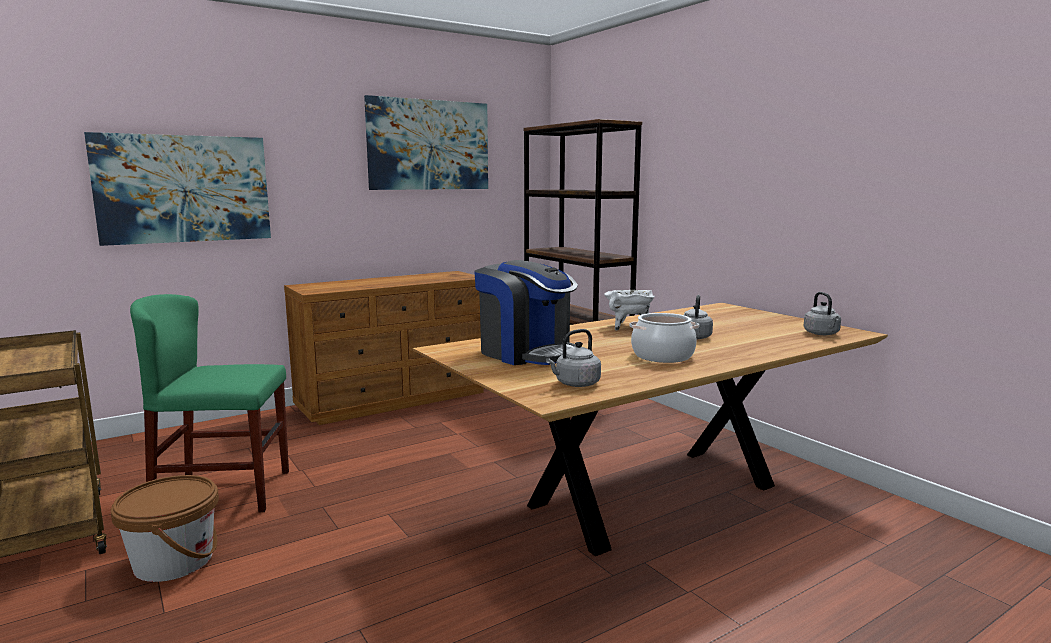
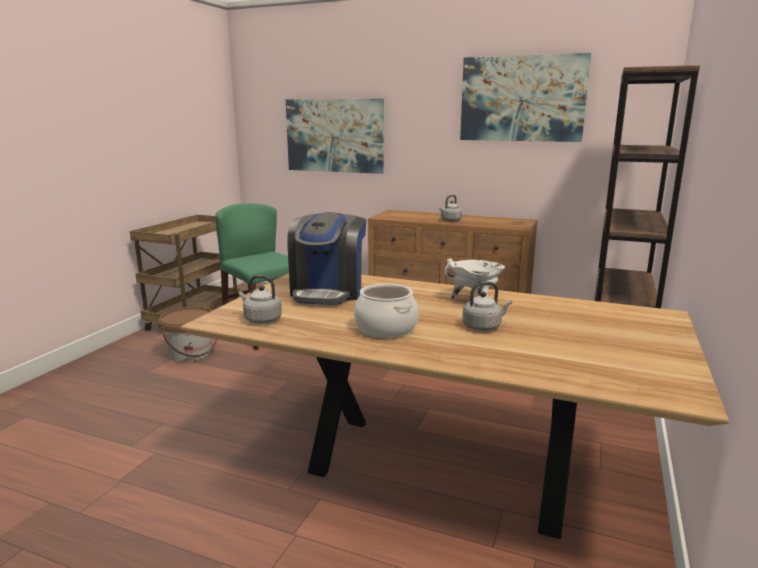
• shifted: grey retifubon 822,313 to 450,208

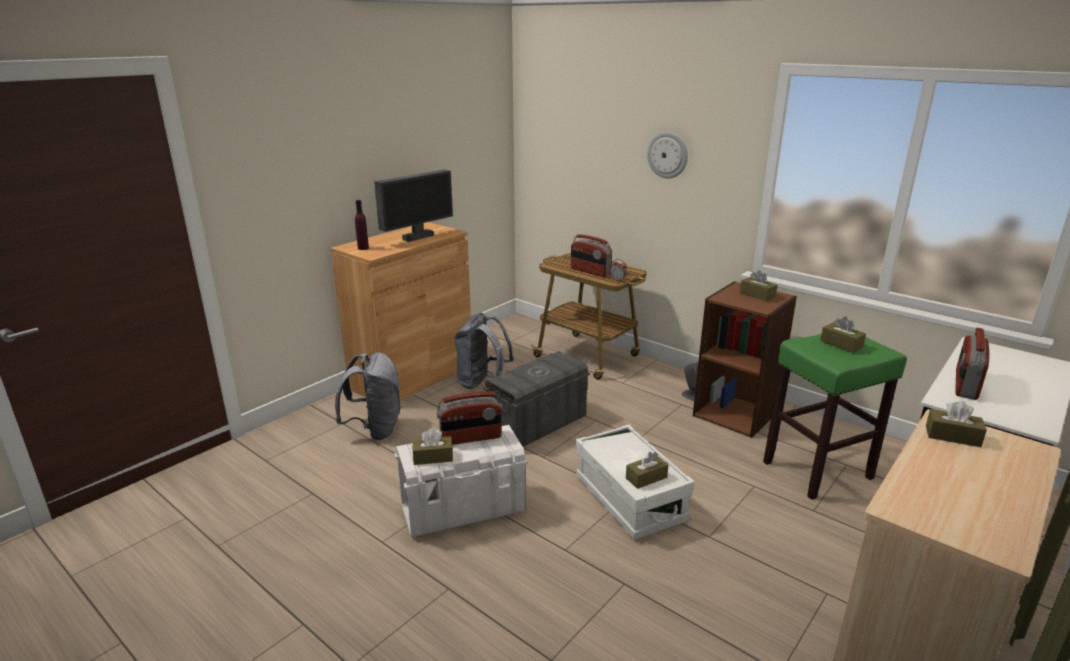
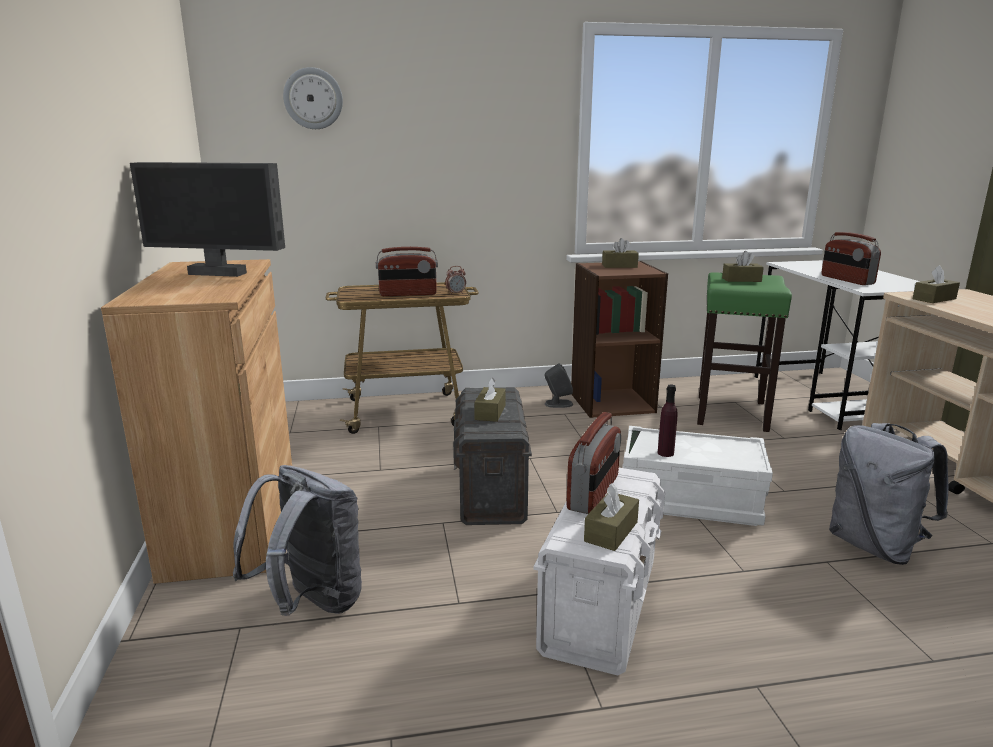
• shifted: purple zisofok 362,225 to 668,421
• rotated: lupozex 413,205 = 207,219 105 degrees clockwise
• shifted: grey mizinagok 484,351 to 888,494
• shifted: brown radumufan 647,470 to 490,400
• shifted: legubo 667,155 to 313,98

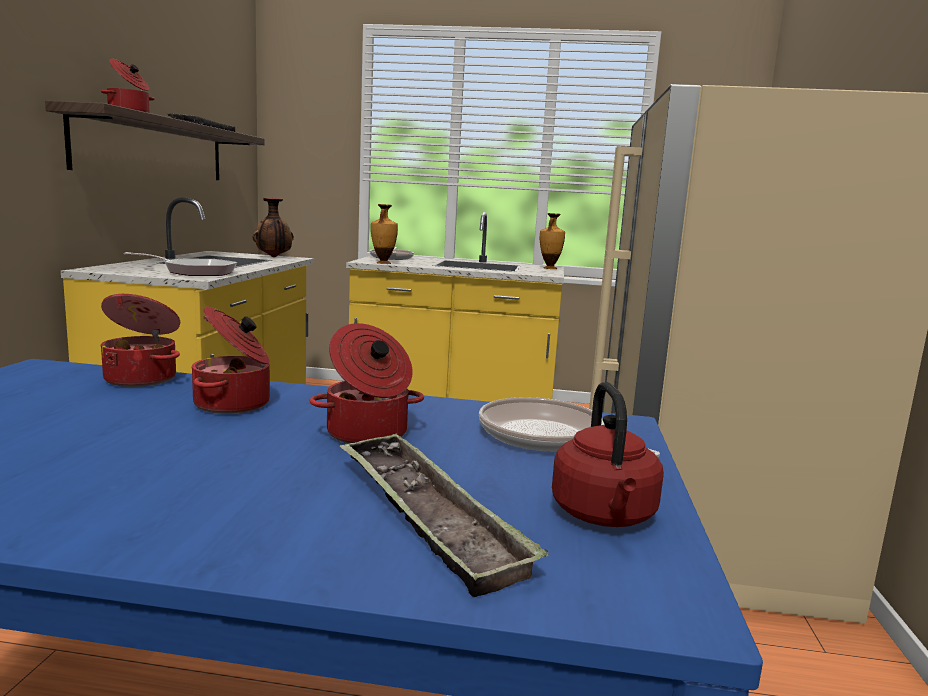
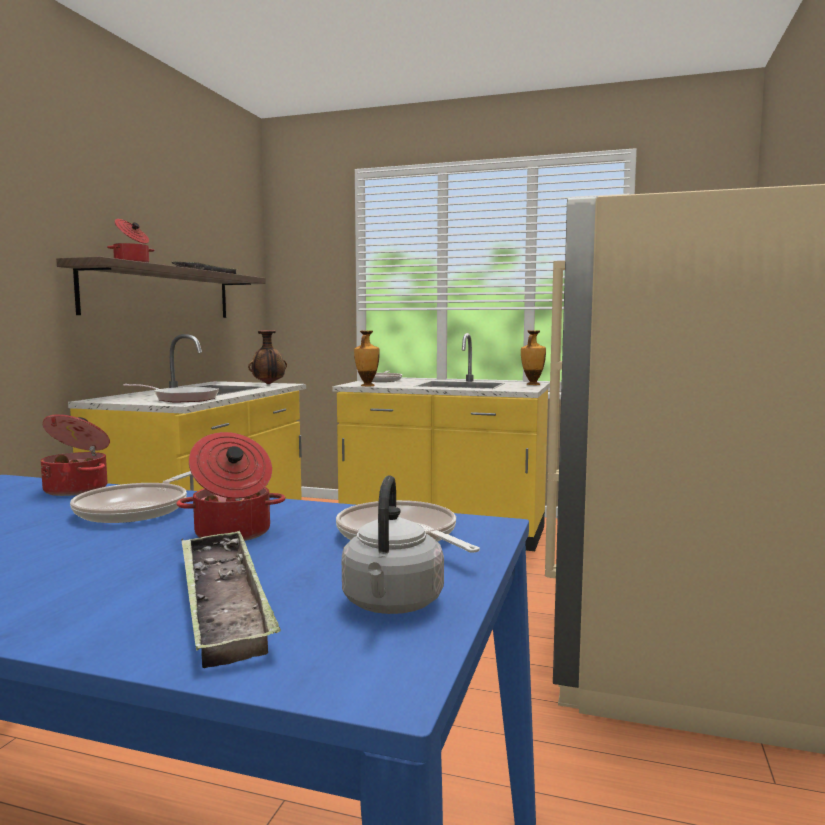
• swapped: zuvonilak 230,360 to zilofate 131,497
• repainted: red retifubon 608,454 to grey retifubon 393,544

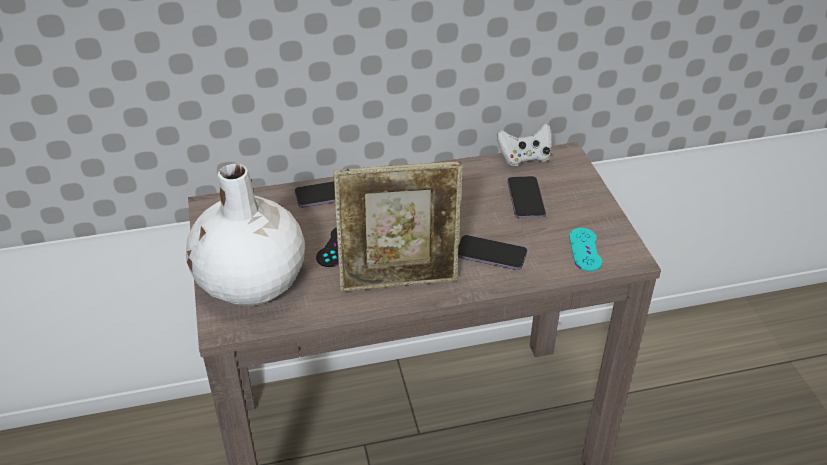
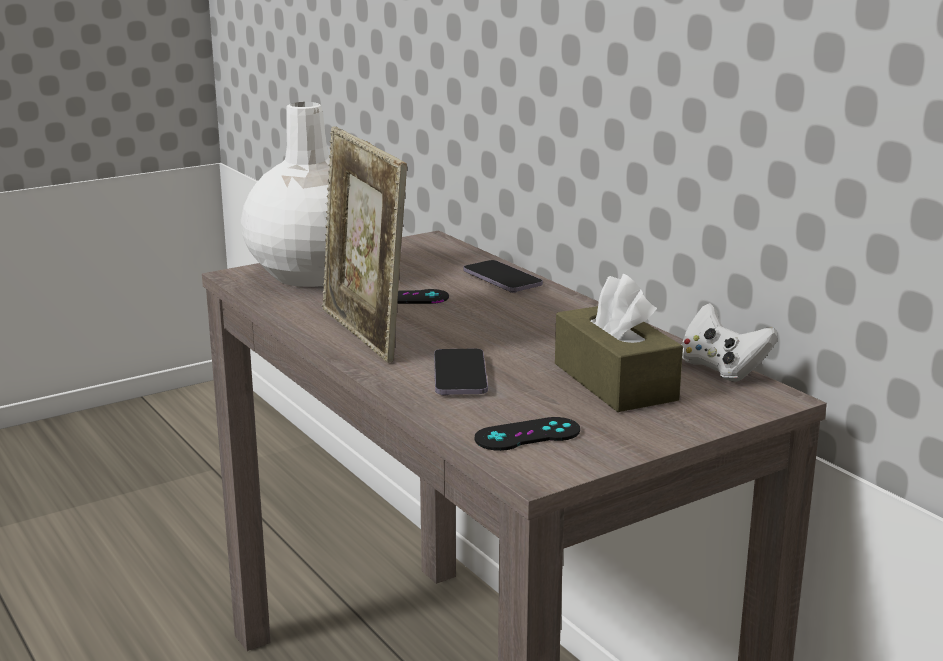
• swapped: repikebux 526,197 to brown radumufan 619,343
• repainted: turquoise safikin 585,249 to black safikin 527,434

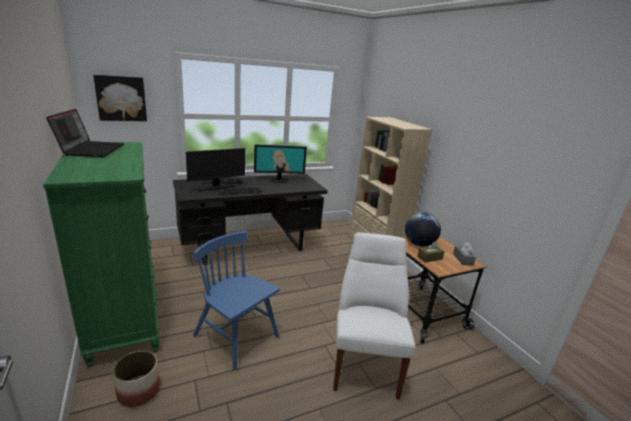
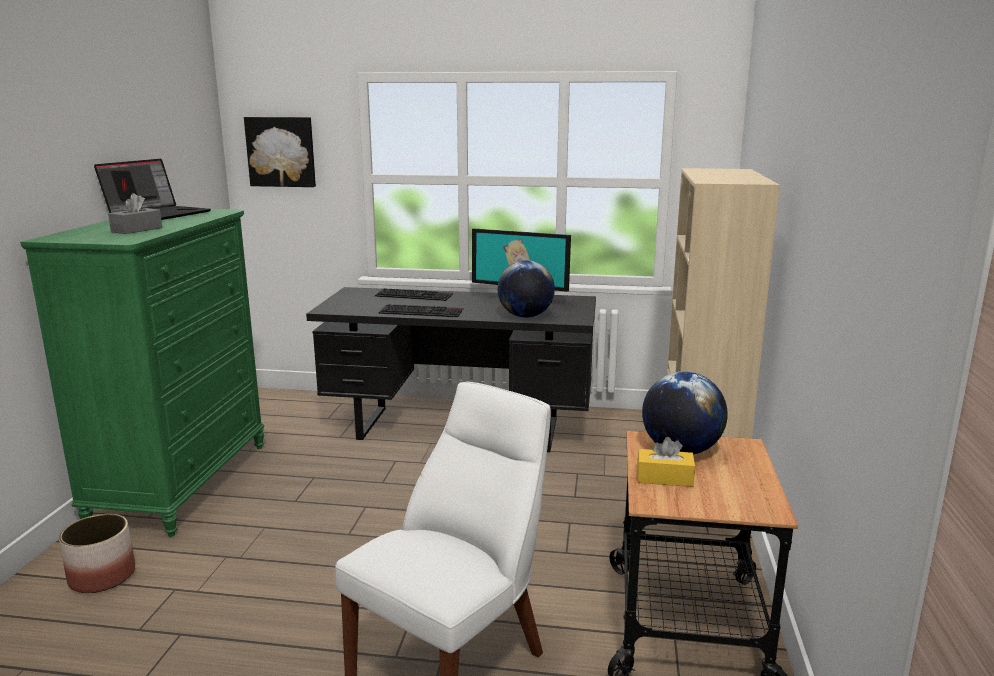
• gone: lupozex 215,169
• gone: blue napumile 236,300
• repainted: brown radumufan 431,252 to yellow radumufan 666,462
• shifted: grey radumufan 464,254 to 135,213
• new: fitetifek 526,289

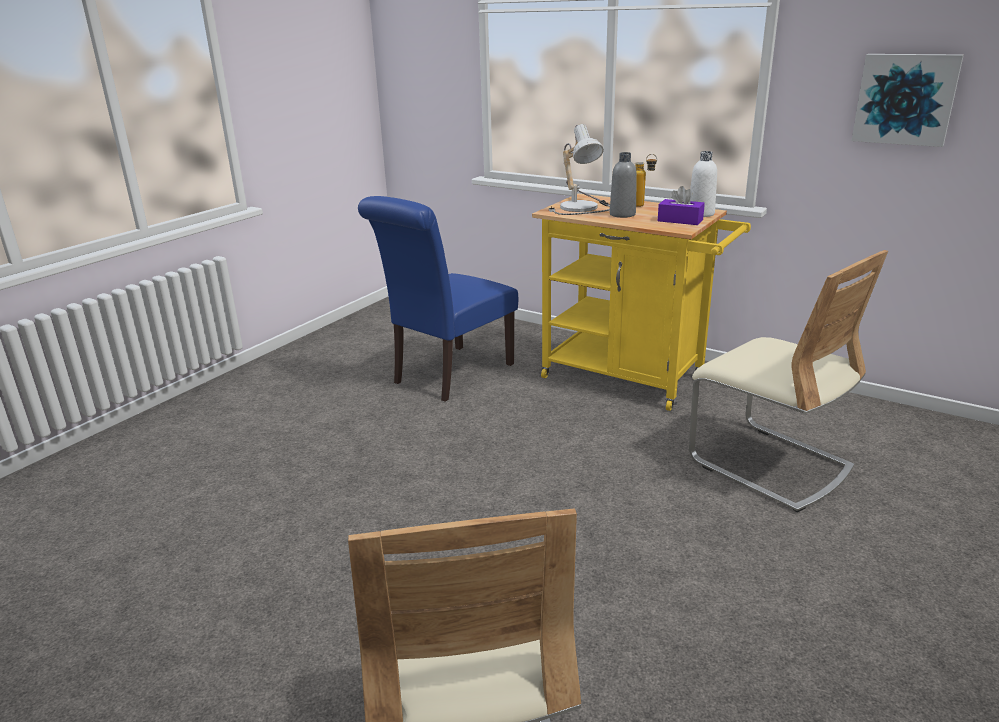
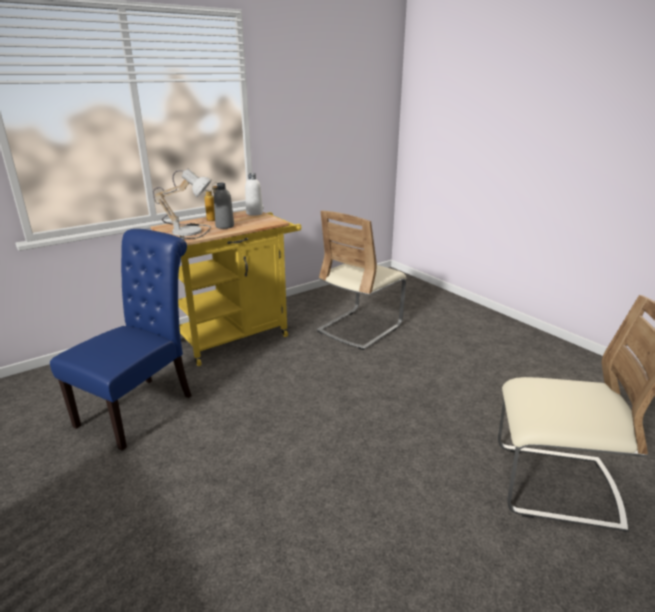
• rotated: blue napumile 438,299 = 121,340 120 degrees counterclockwise
• gone: purple radumufan 681,205
• rotated: beige napumile 788,381 = 362,280 150 degrees clockwise
• gone: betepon 907,100

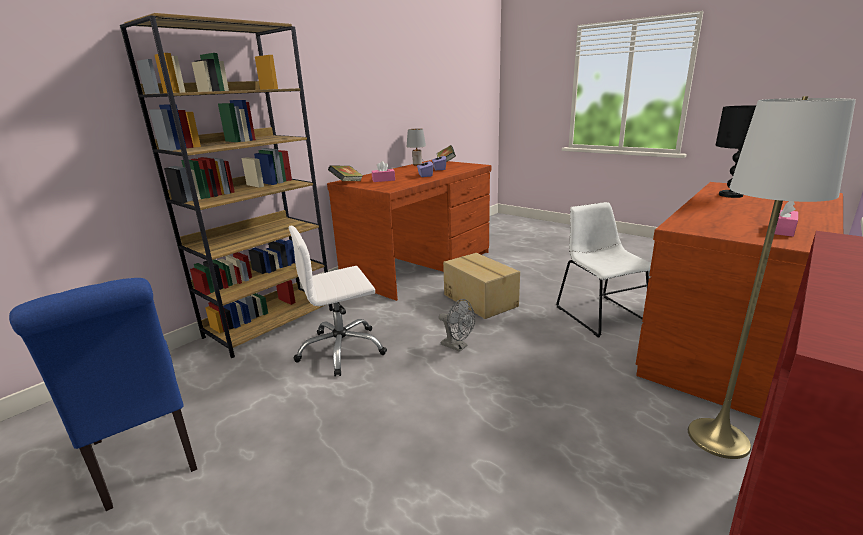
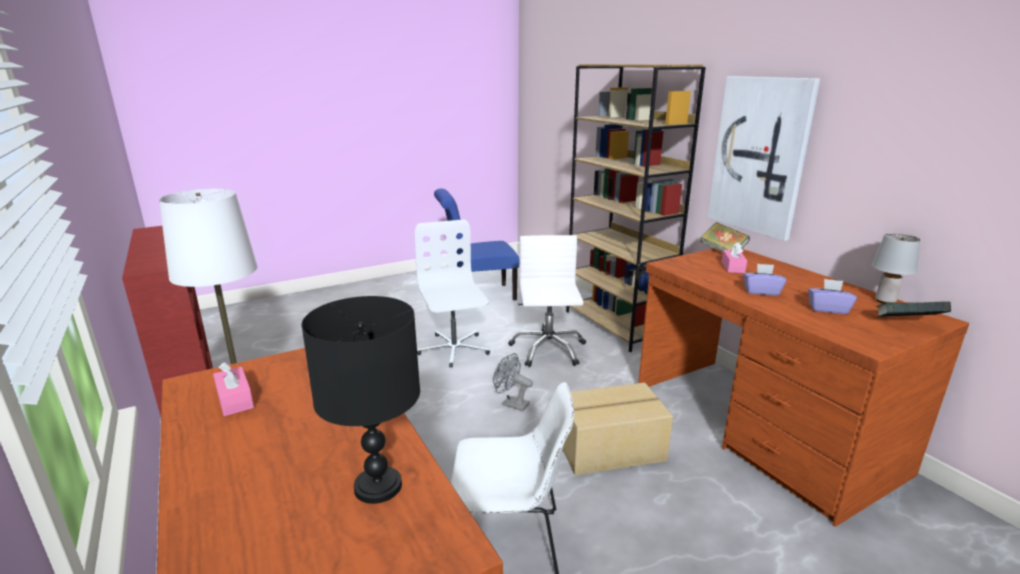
• rotated: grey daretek 456,325 = 513,382 60 degrees clockwise
• new: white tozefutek 452,293
• new: betepon 763,158

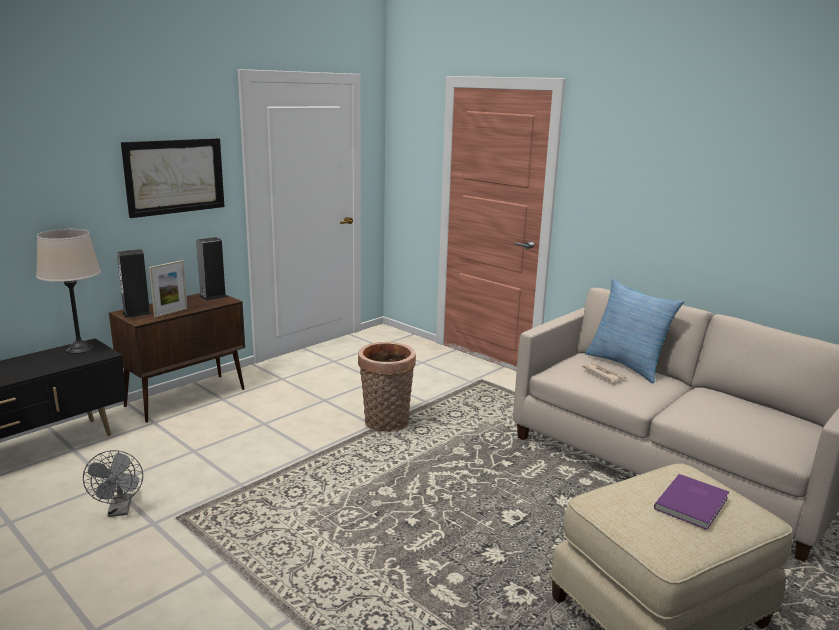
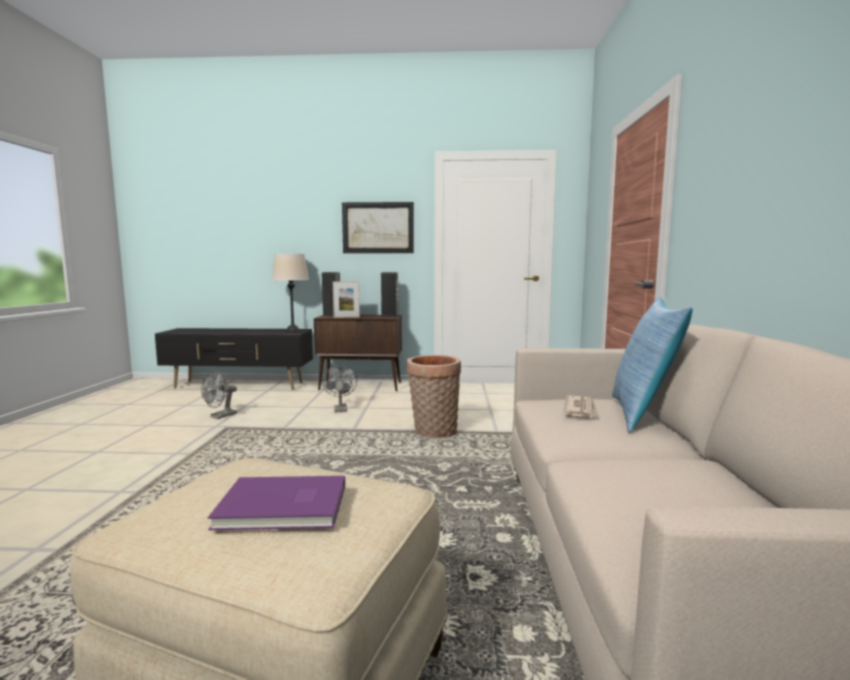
• new: grey daretek 339,389

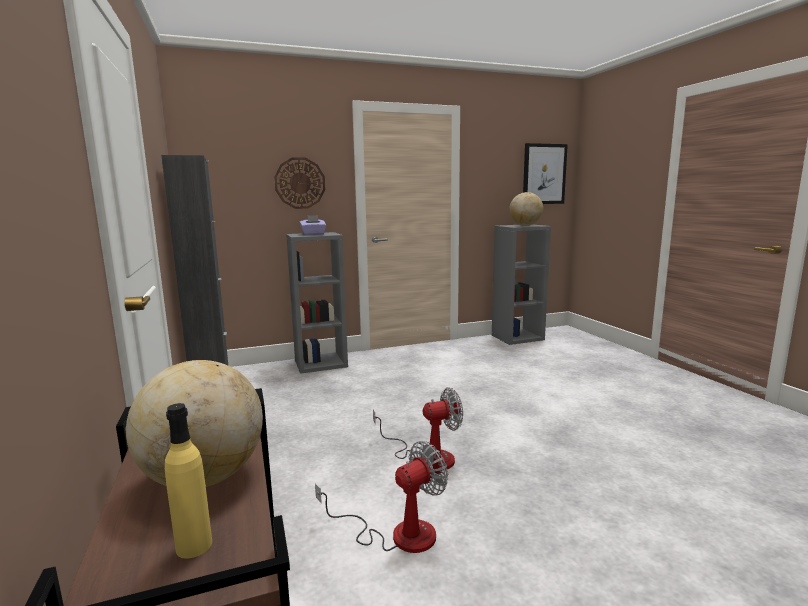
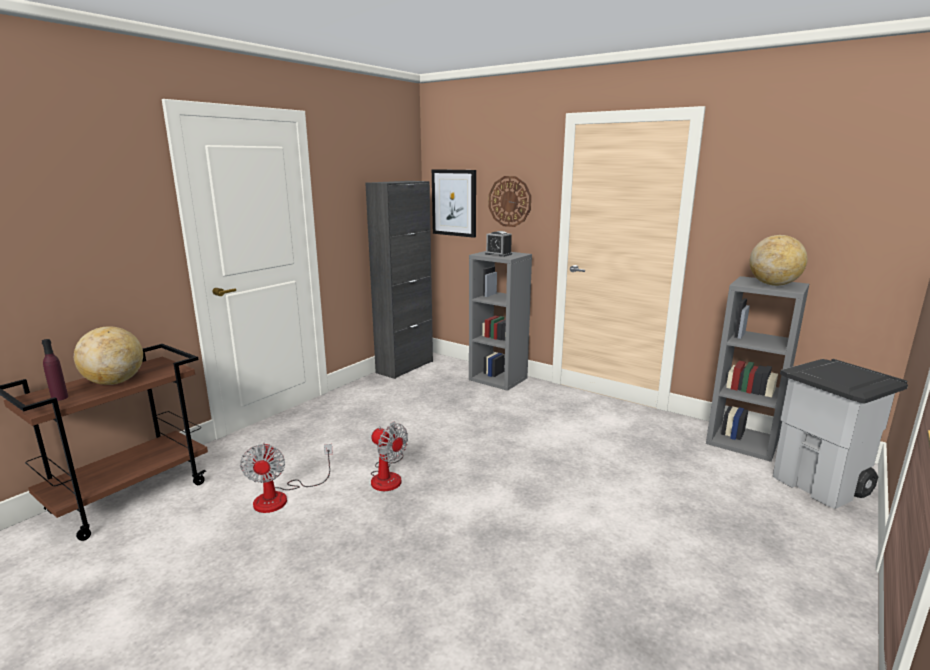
• repainted: yellow zisofok 188,481 to purple zisofok 55,370
• swapped: purple radumufan 313,225 to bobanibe 498,244
• rotated: daretek 381,497 = 286,478 60 degrees clockwise
• shifted: betepon 545,173 to 454,203
• new: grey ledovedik 840,434

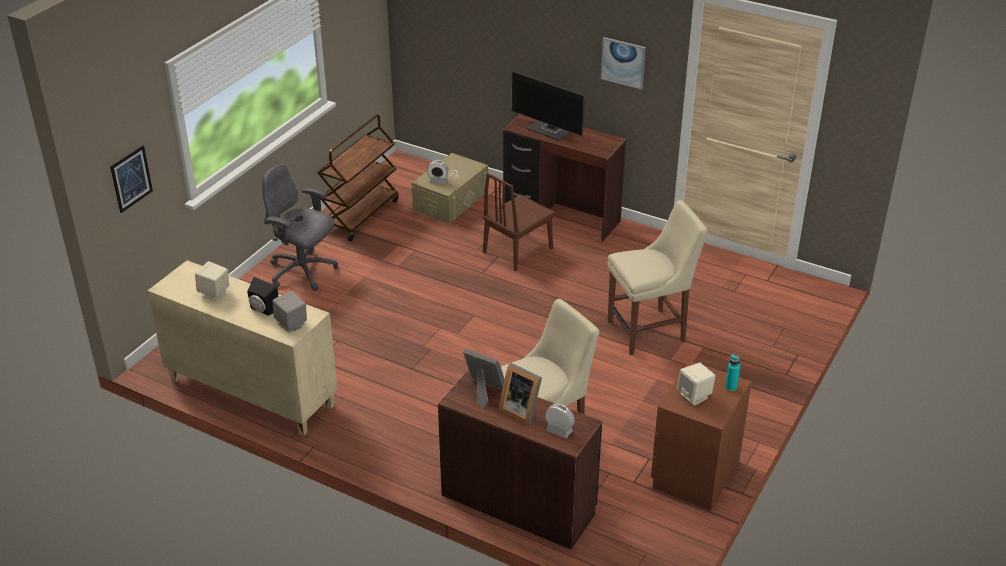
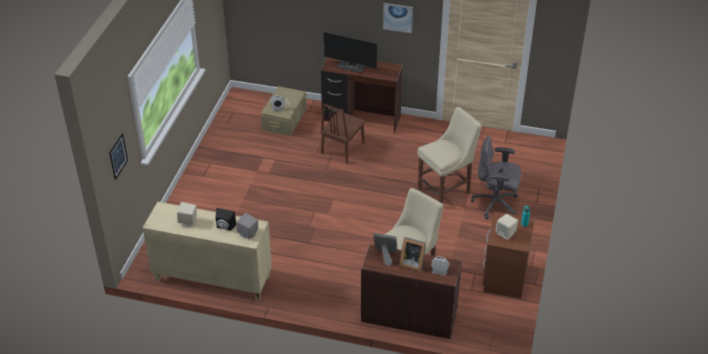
• shifted: grey tozefutek 300,227 to 496,177
• gone: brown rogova 358,177

